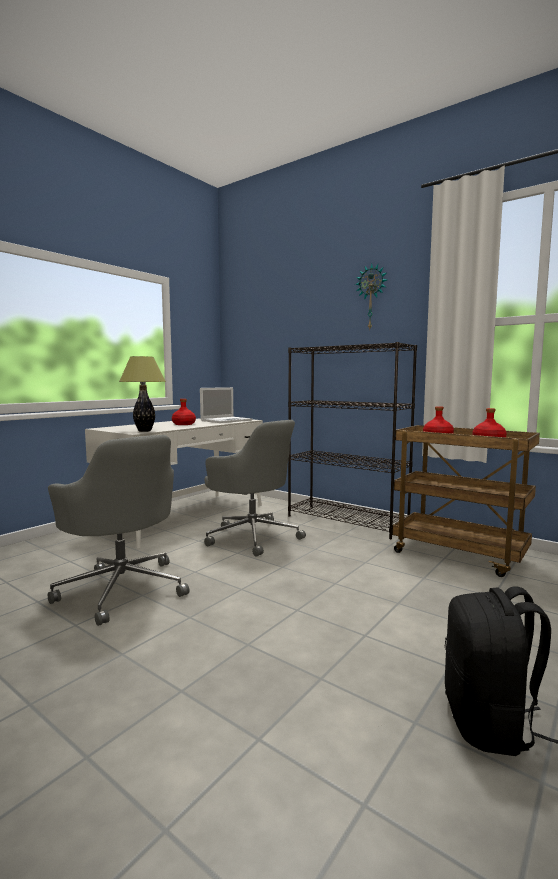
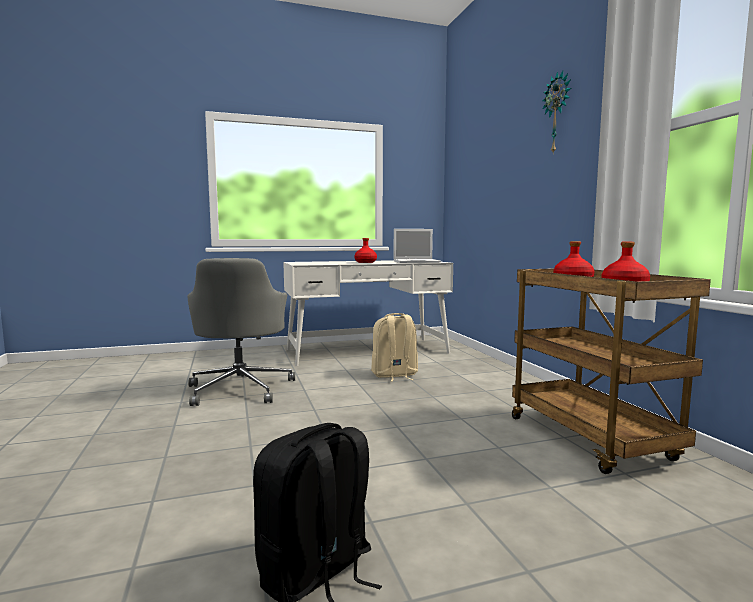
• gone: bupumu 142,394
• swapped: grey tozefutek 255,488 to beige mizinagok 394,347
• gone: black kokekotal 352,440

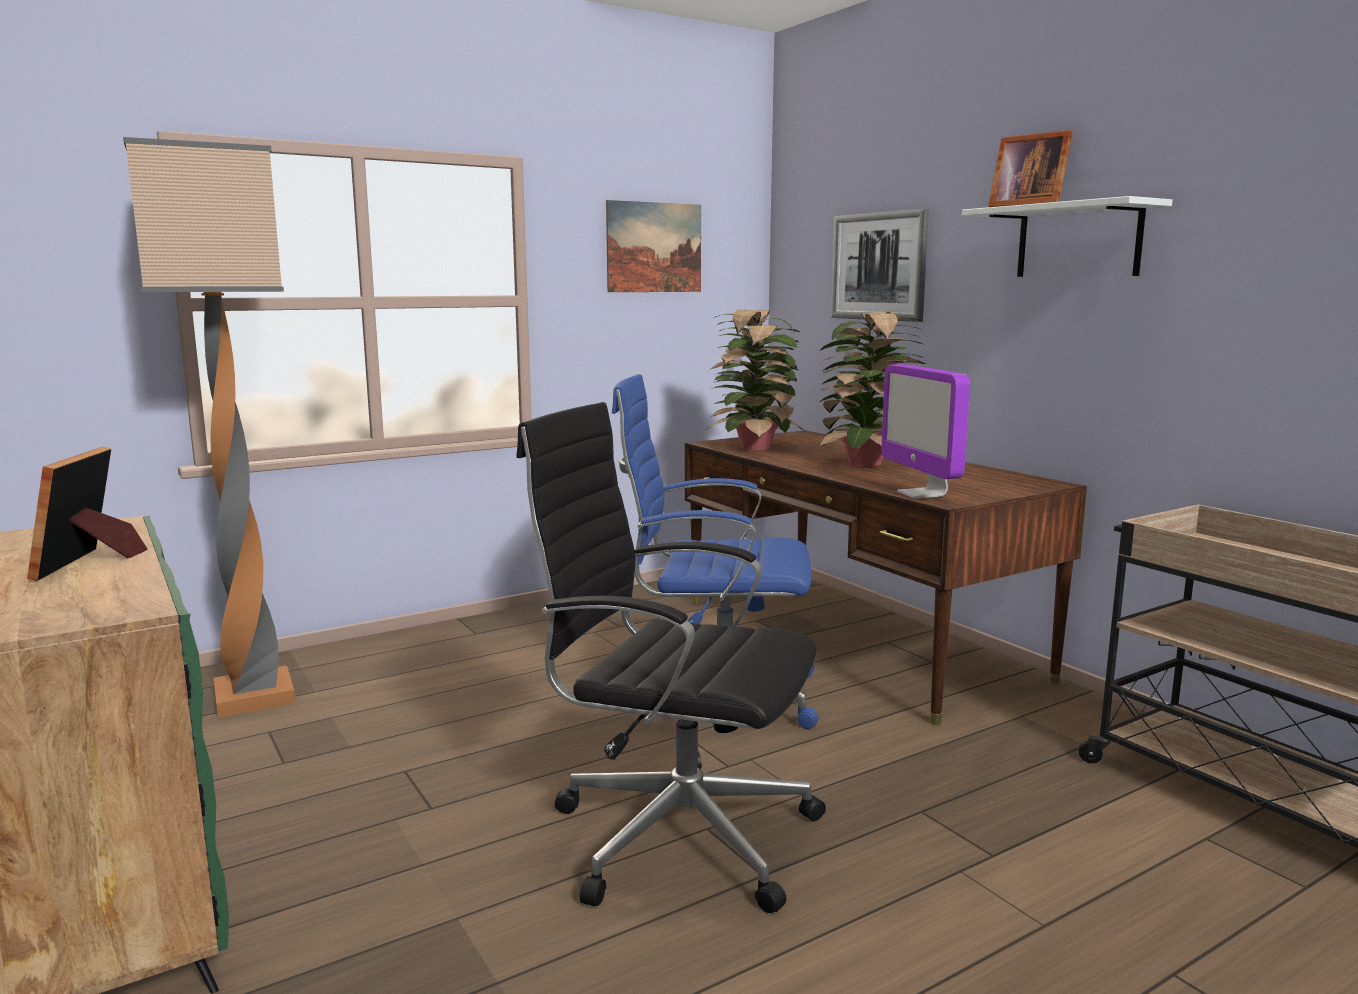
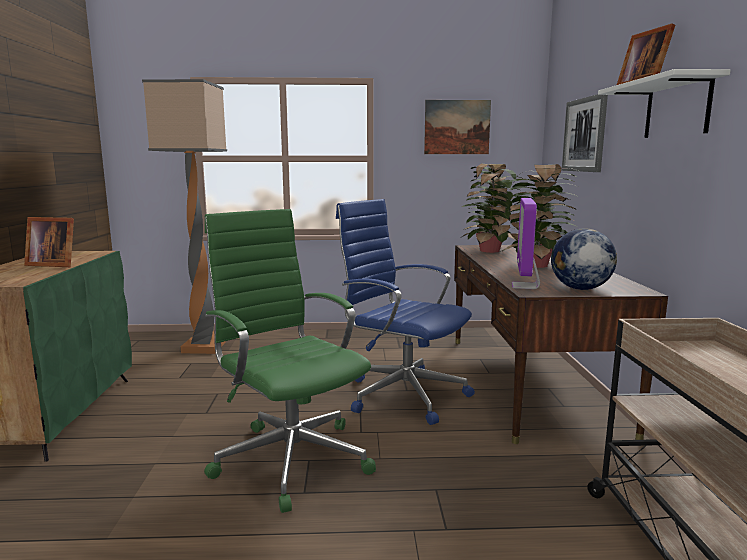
• rotated: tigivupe 87,514 = 49,242 105 degrees counterclockwise
• repainted: black tozefutek 671,657 to green tozefutek 290,361
• new: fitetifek 584,259

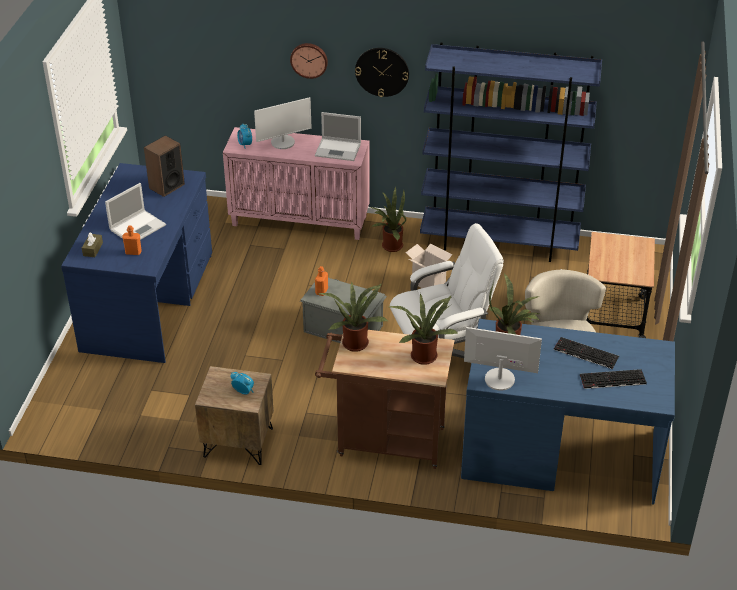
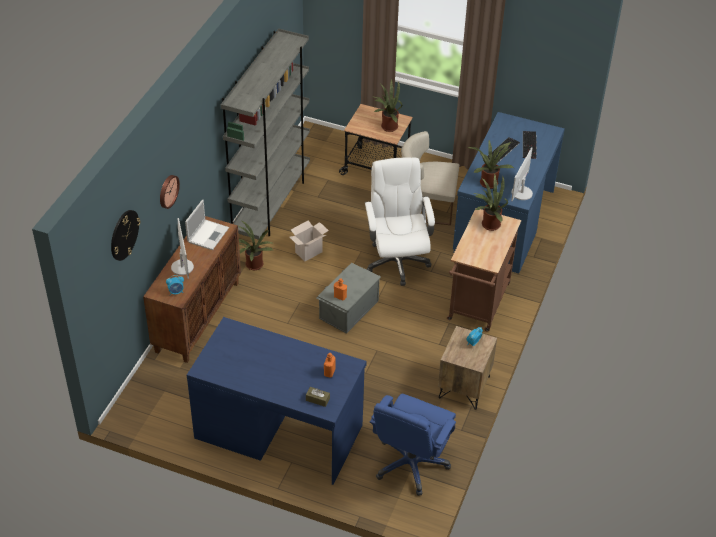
• gone: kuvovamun 135,211
• gone: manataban 164,166
• repainted: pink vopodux 296,183 to brown vopodux 192,289
• shifted: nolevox 354,316 to 388,105
• shifted: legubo 382,72 to 125,235
• repainted: blue kokekotal 511,152 to grey kokekotal 265,134
• new: blue tozefutek 413,445

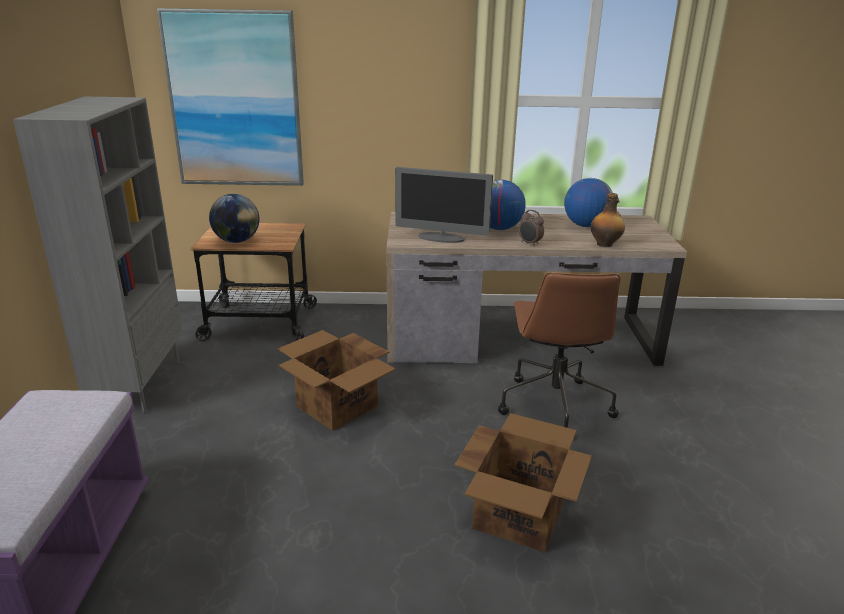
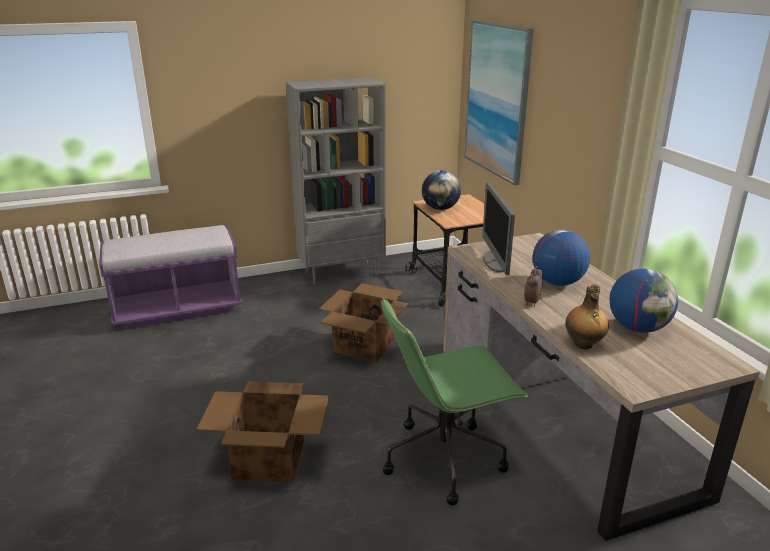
• repainted: brown tozefutek 559,350 to green tozefutek 454,402

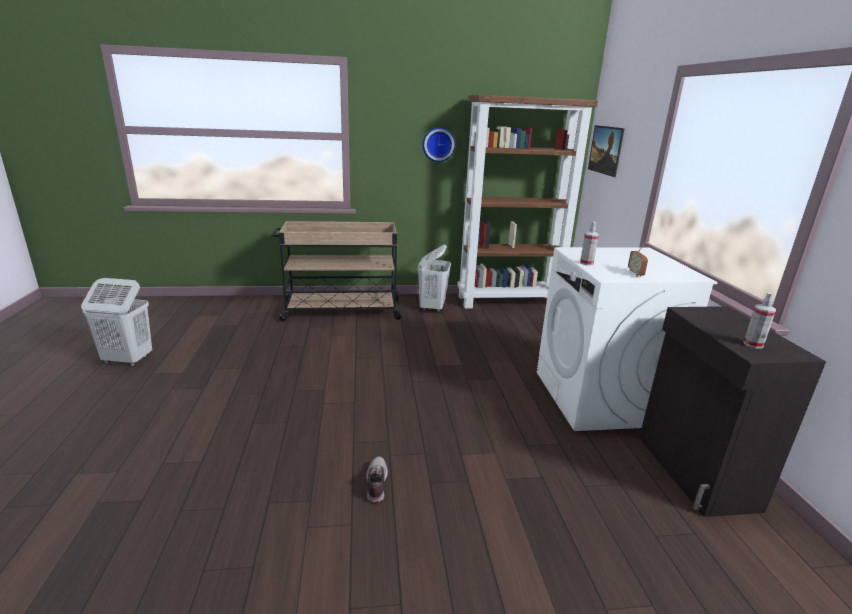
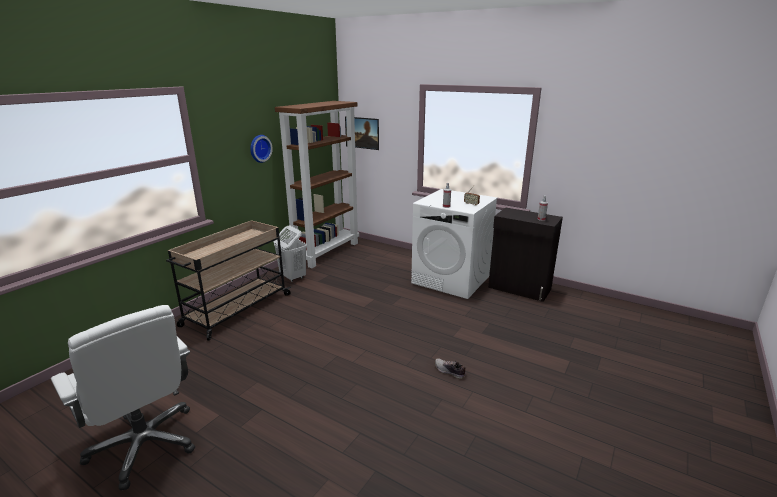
• swapped: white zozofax 116,322 to white tozefutek 123,397

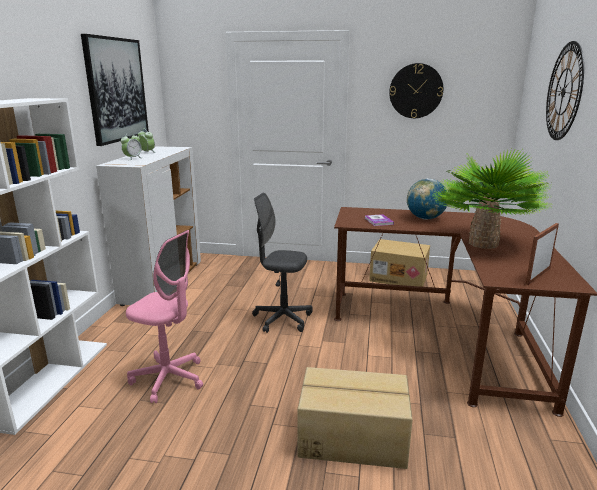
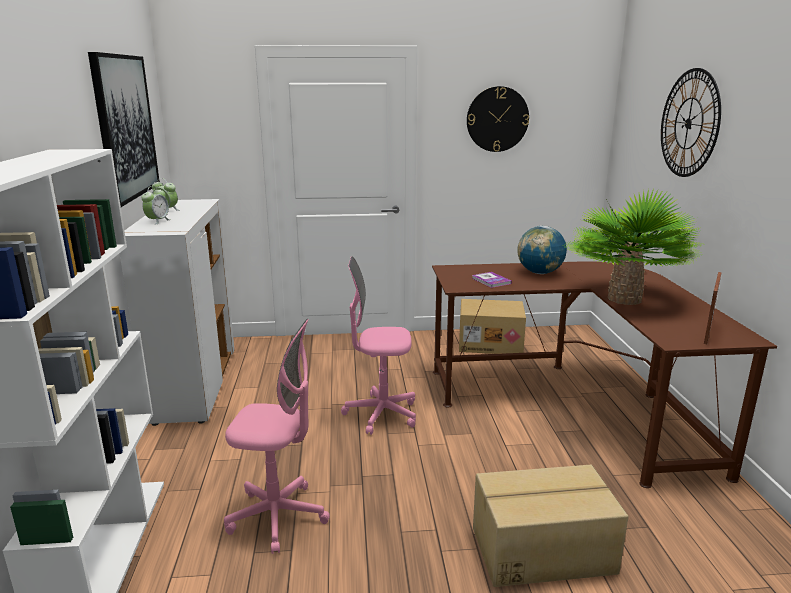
• repainted: grey tozefutek 282,263 to pink tozefutek 378,346

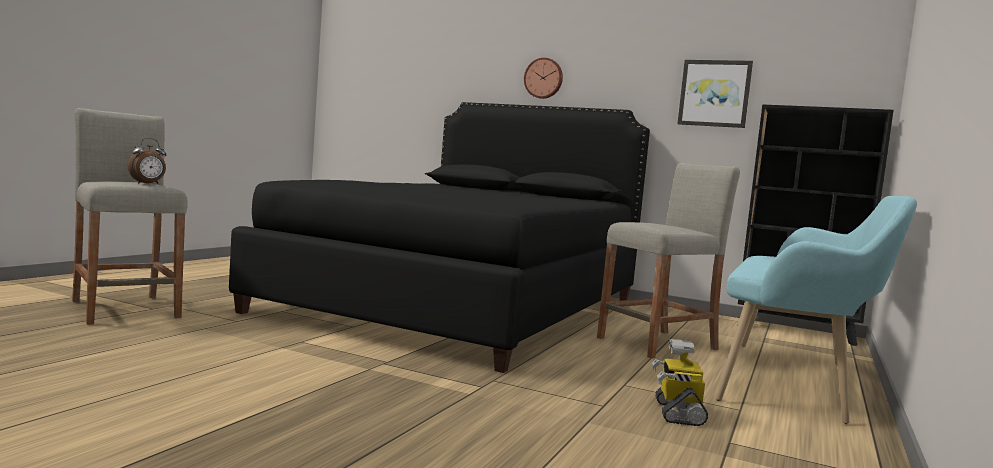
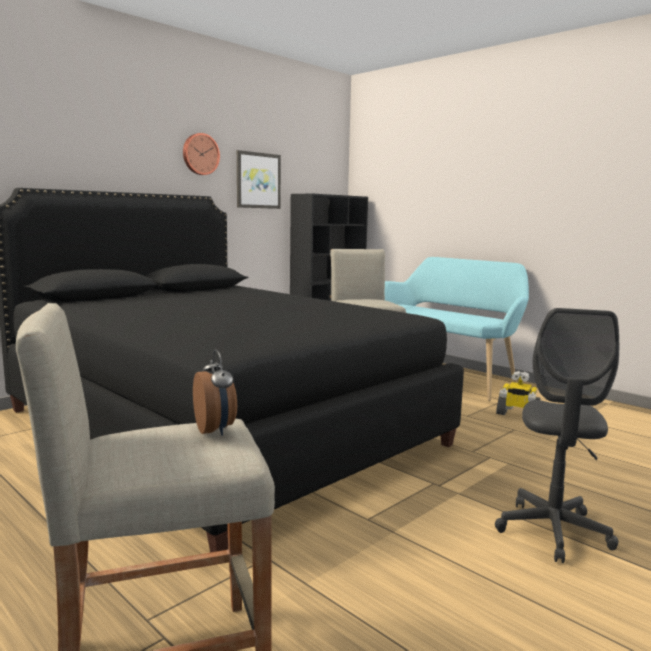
• shifted: legubo 543,78 to 201,154
• new: grey tozefutek 557,435

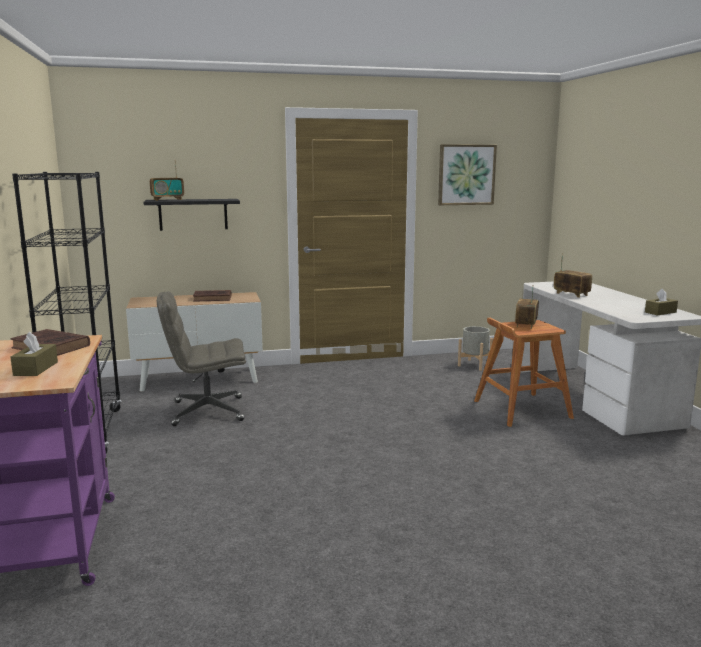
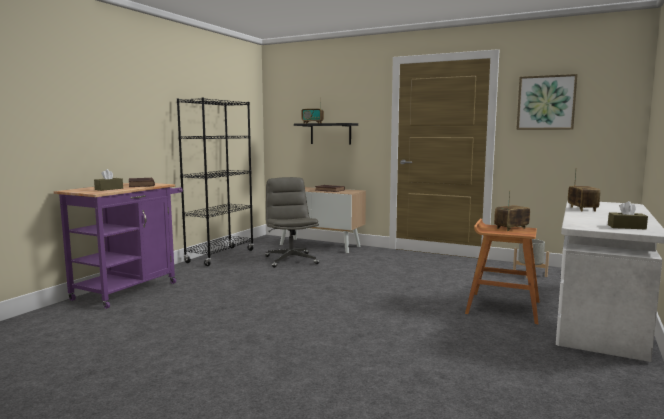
• rotated: grey tozefutek 201,358 = 292,222 45 degrees clockwise

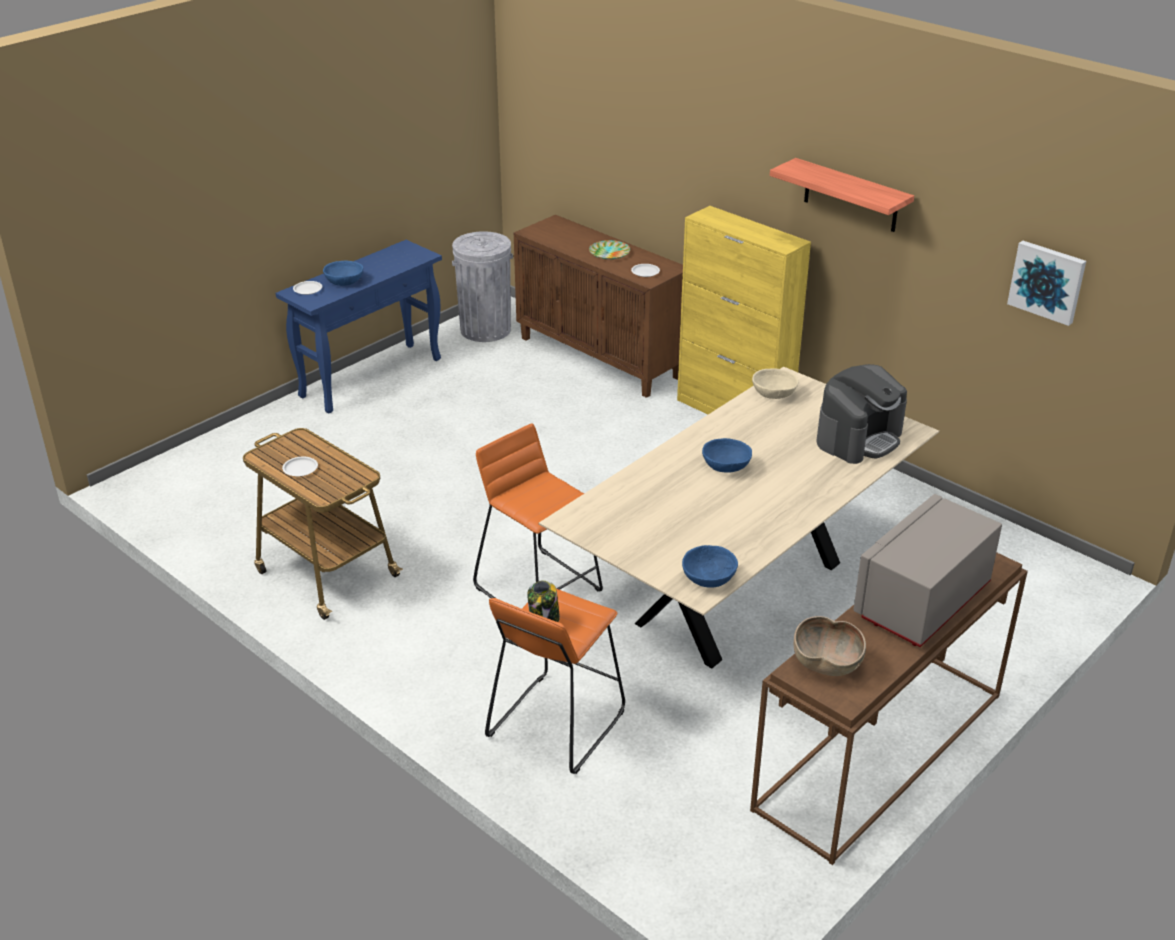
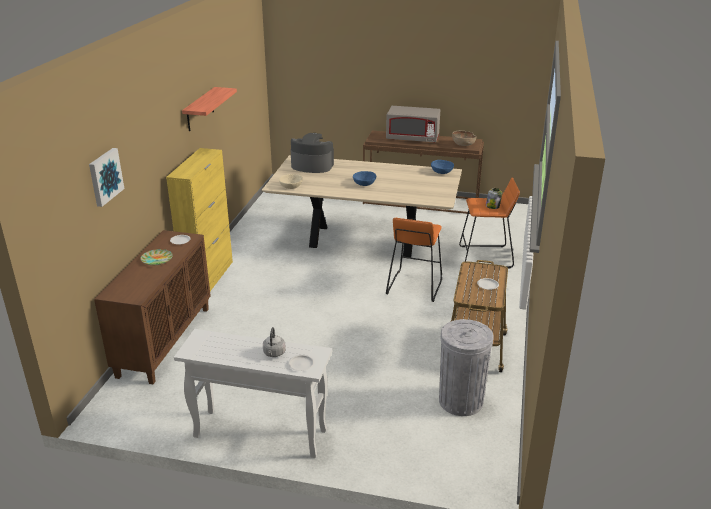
• repainted: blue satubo 358,327 to white satubo 253,393
• swapped: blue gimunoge 343,273 to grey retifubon 274,342
• shifted: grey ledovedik 482,286 to 466,367
• shifted: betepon 1046,283 to 106,177

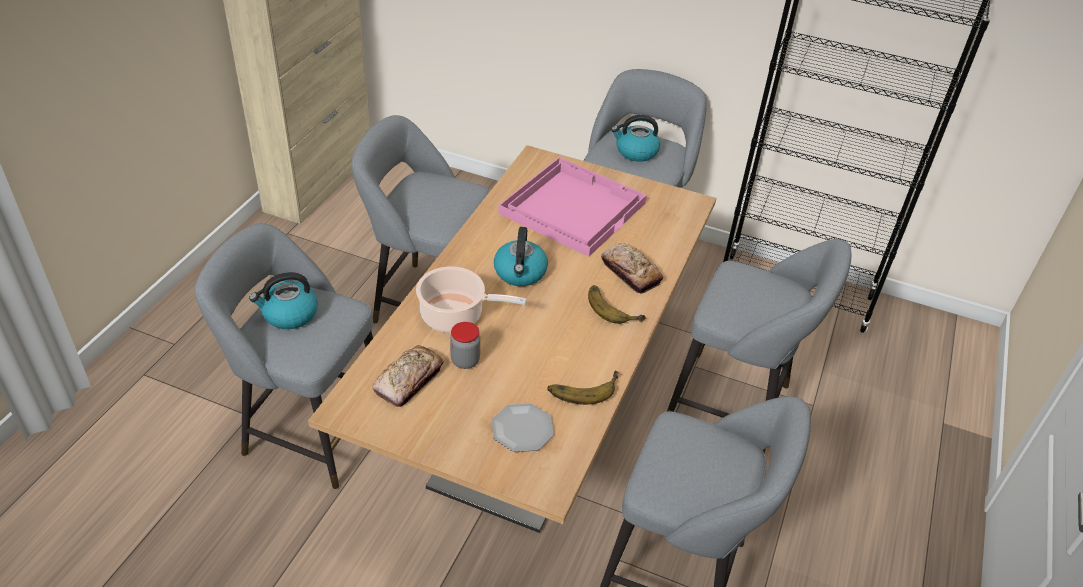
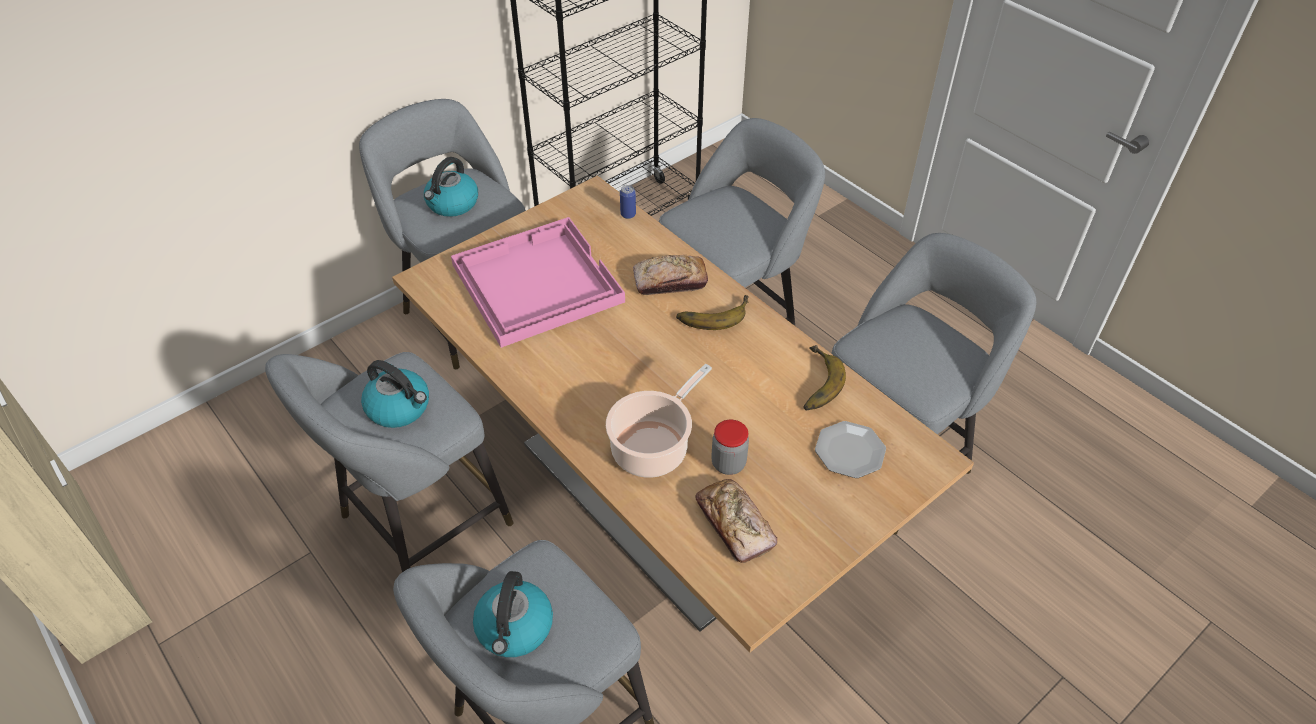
• shifted: retifubon 521,256 to 395,394
• new: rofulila 628,202

